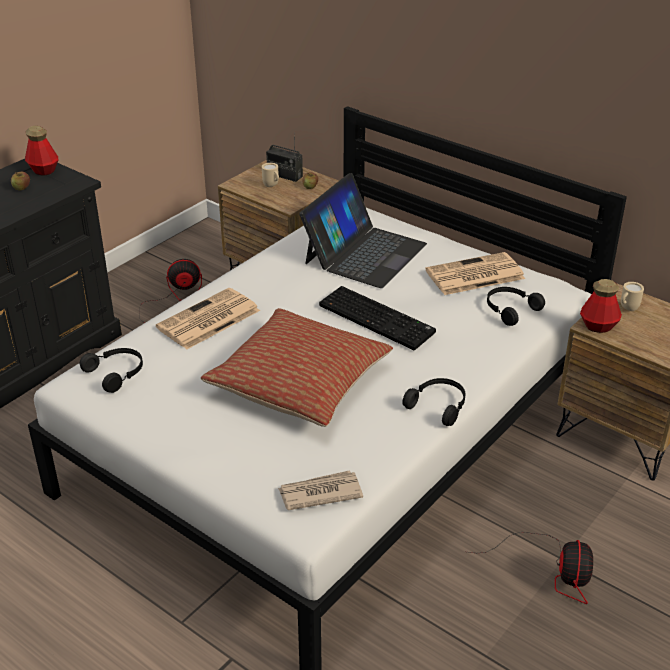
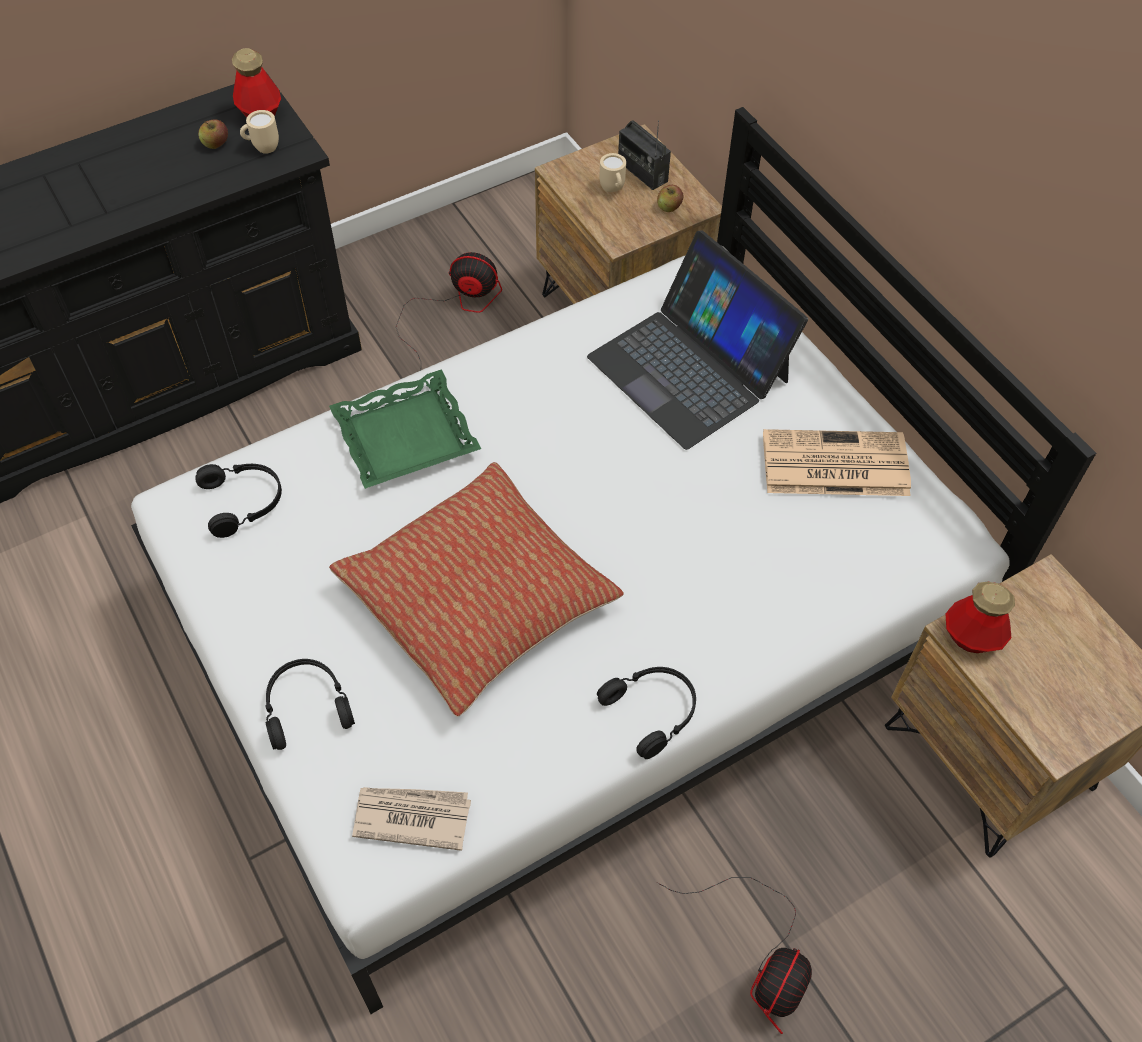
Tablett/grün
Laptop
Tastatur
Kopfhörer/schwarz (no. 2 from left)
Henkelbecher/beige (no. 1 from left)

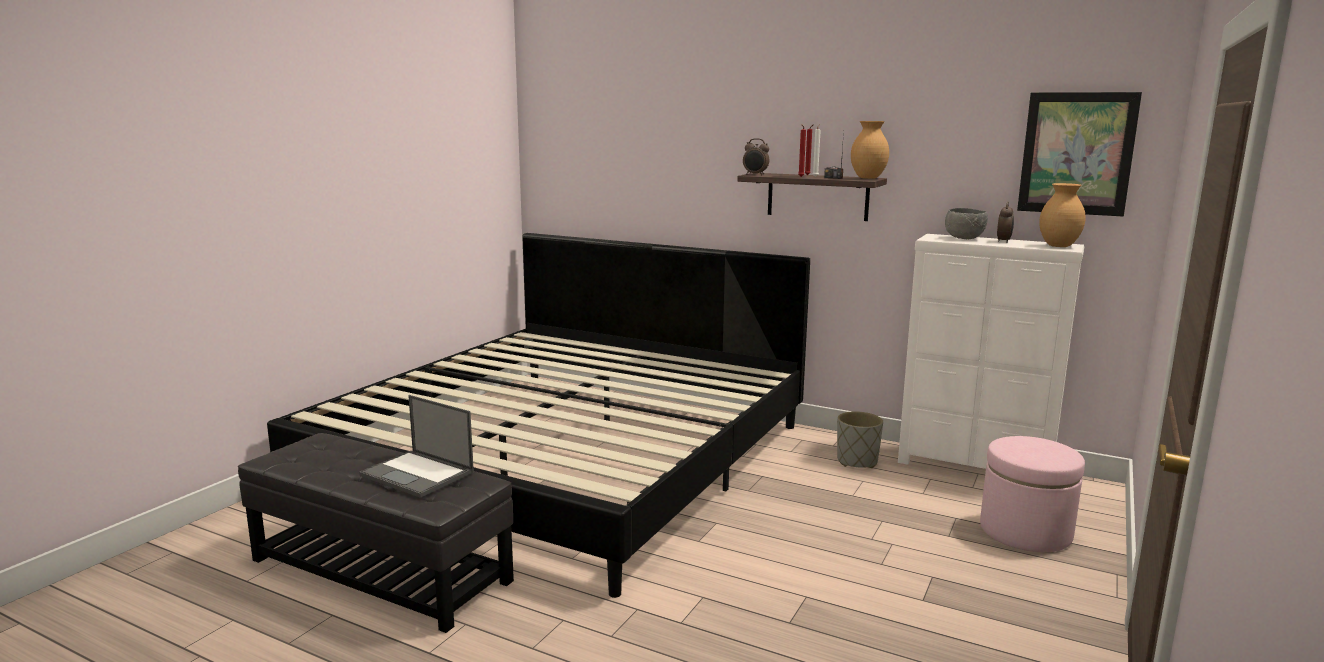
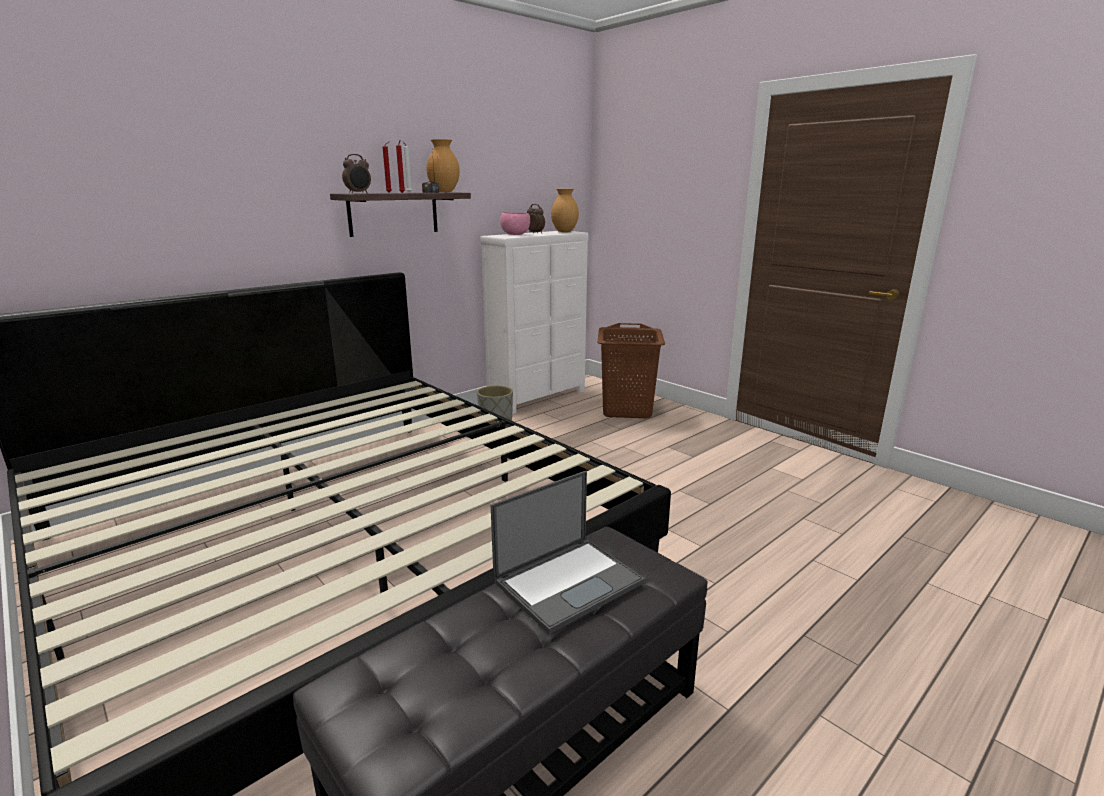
Schüssel/rosa
Wäschekorb/braun
Bild

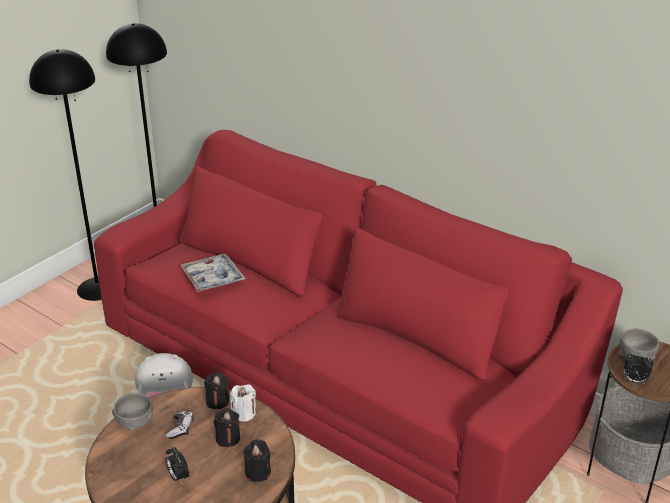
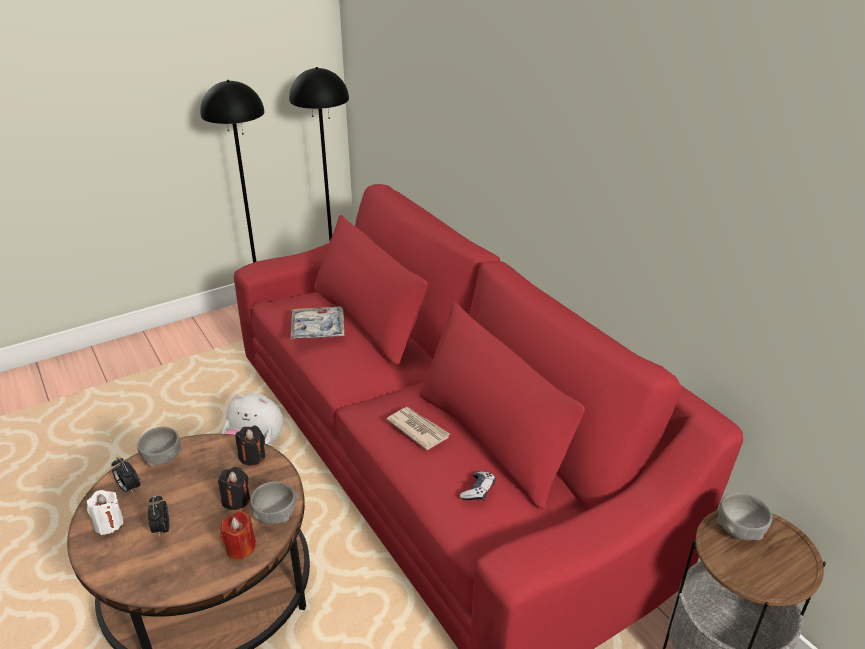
Gamepad
Kerze/weiß
Kerze/rot
Wecker (no. 1 from left)
Schüssel/grau (no. 2 from left)
Zeitung

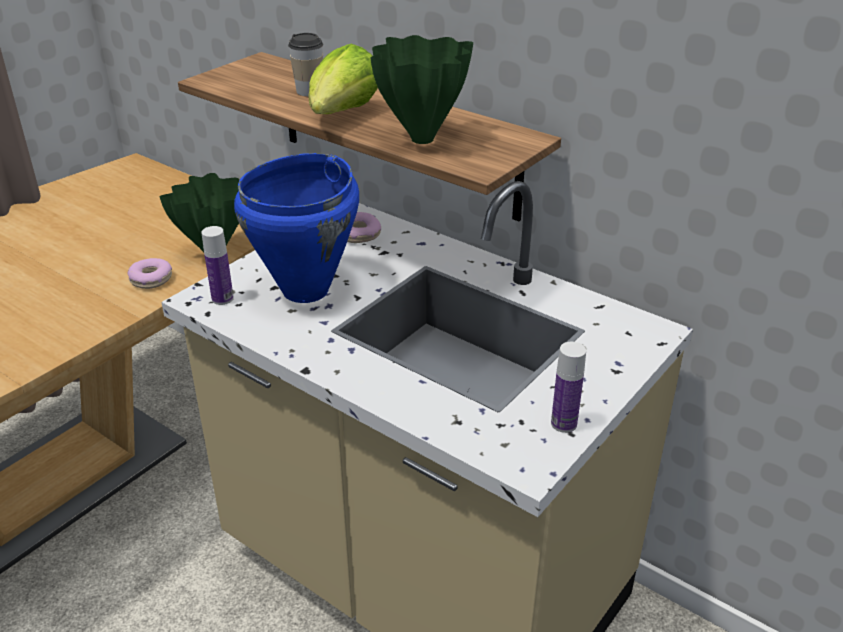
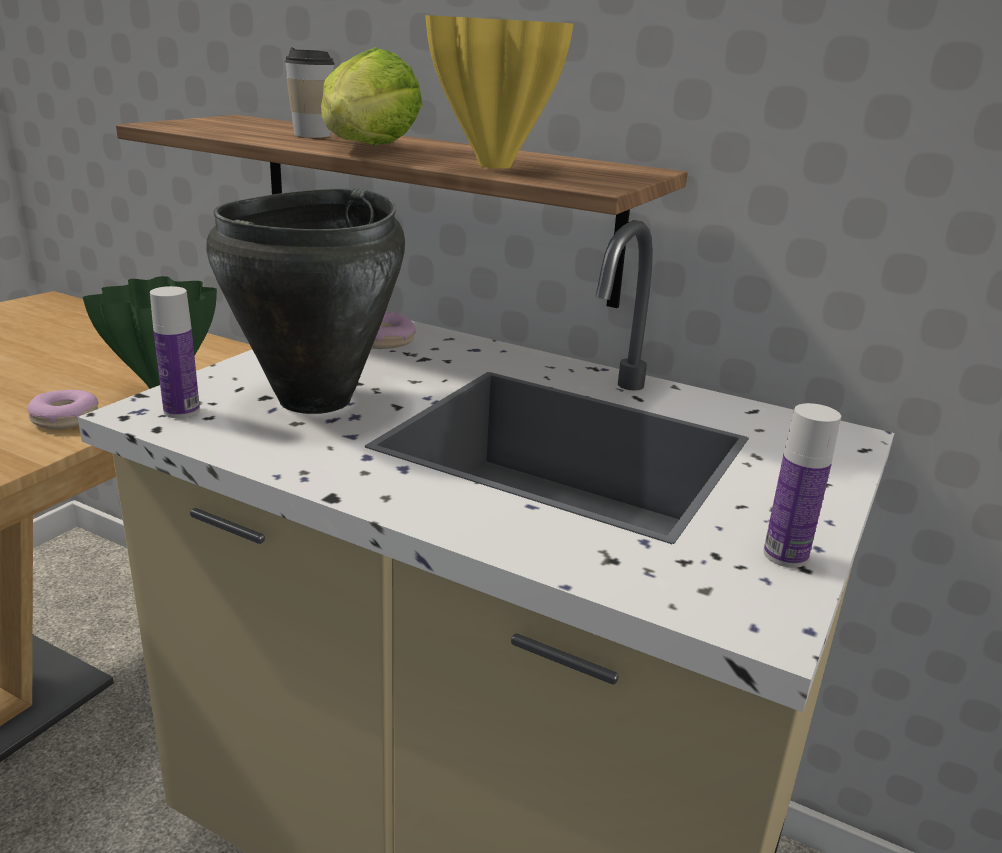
Kochtopf/schwarz
Vase/gelb

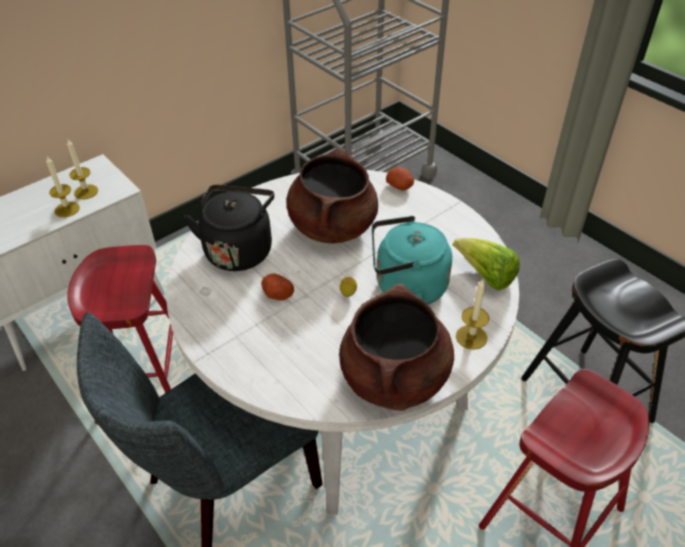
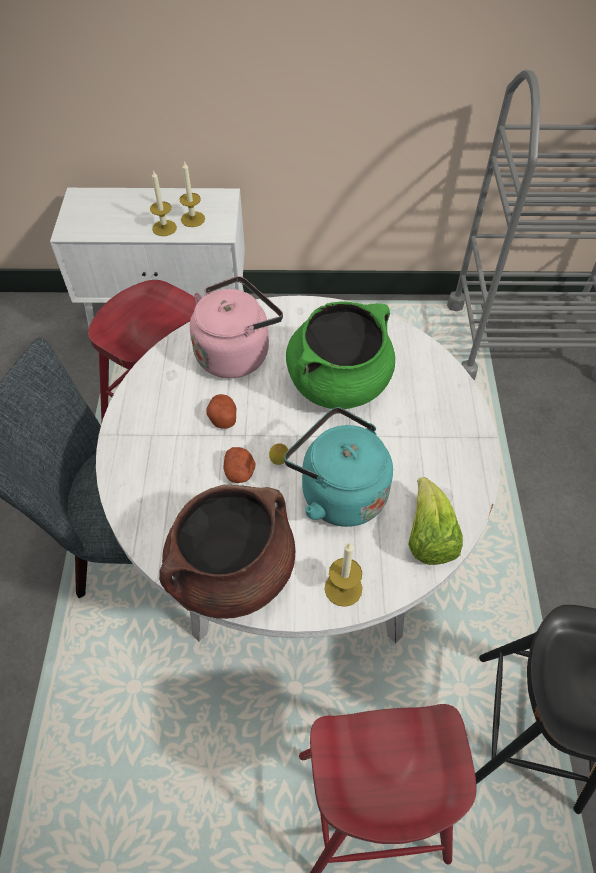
Wasserkessel/rosa
Kochtopf/grün
Kartoffel (no. 2 from left)

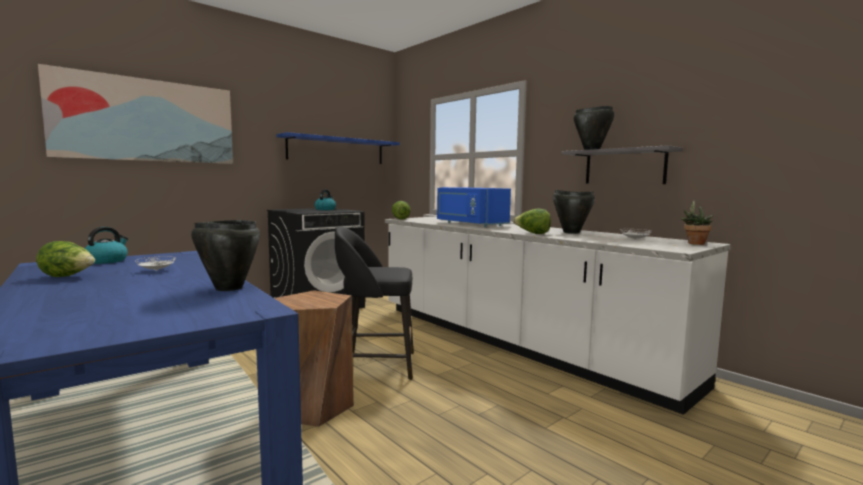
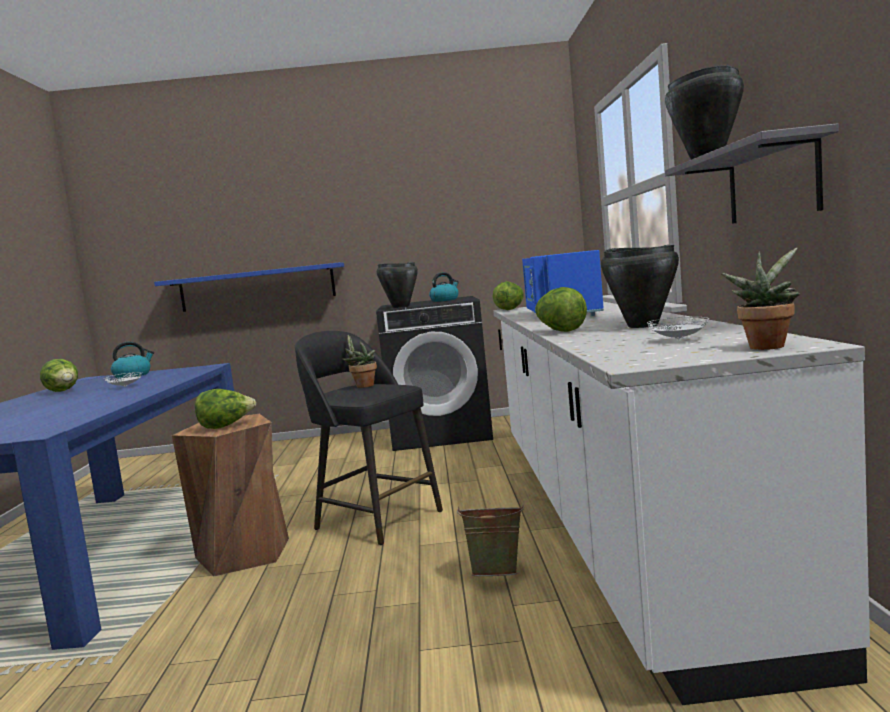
Bild
Kochtopf/schwarz (no. 1 from left)
Wandregal/blau
Salatkopf (no. 2 from left)
Topfpflanze (no. 1 from left)
Eimer/grün

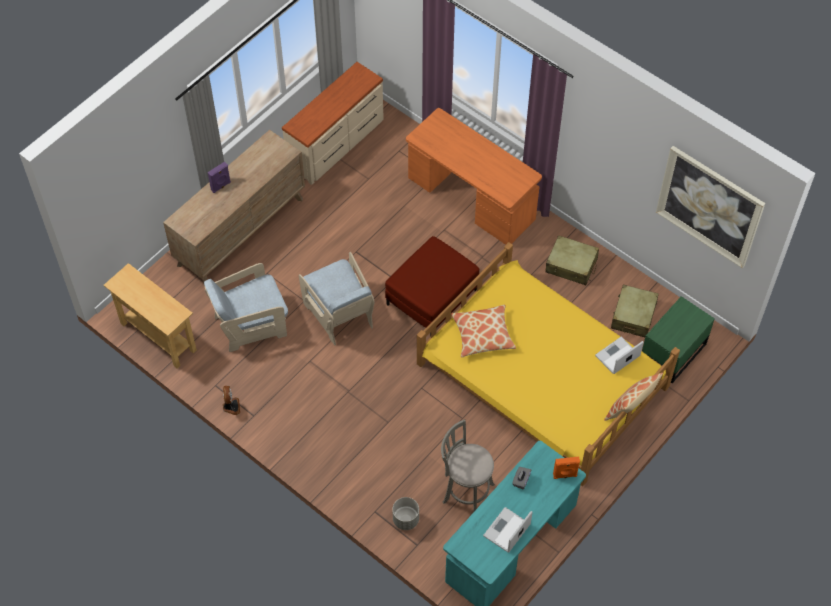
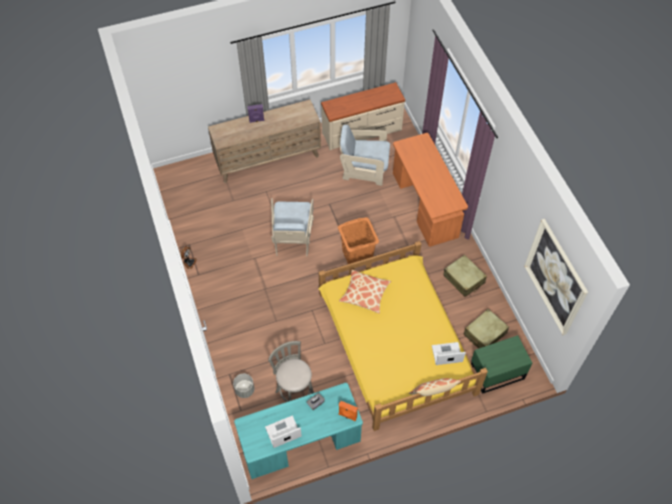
Konsolentisch/beige
Sessel/beige (no. 2 from left)
Wäschekorb/orange

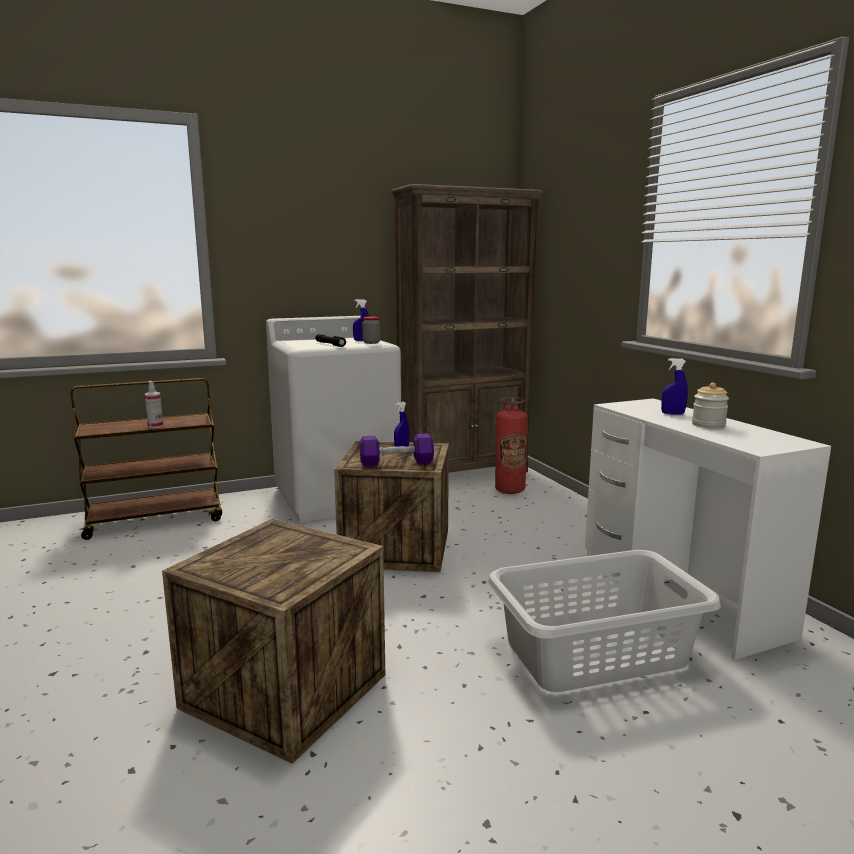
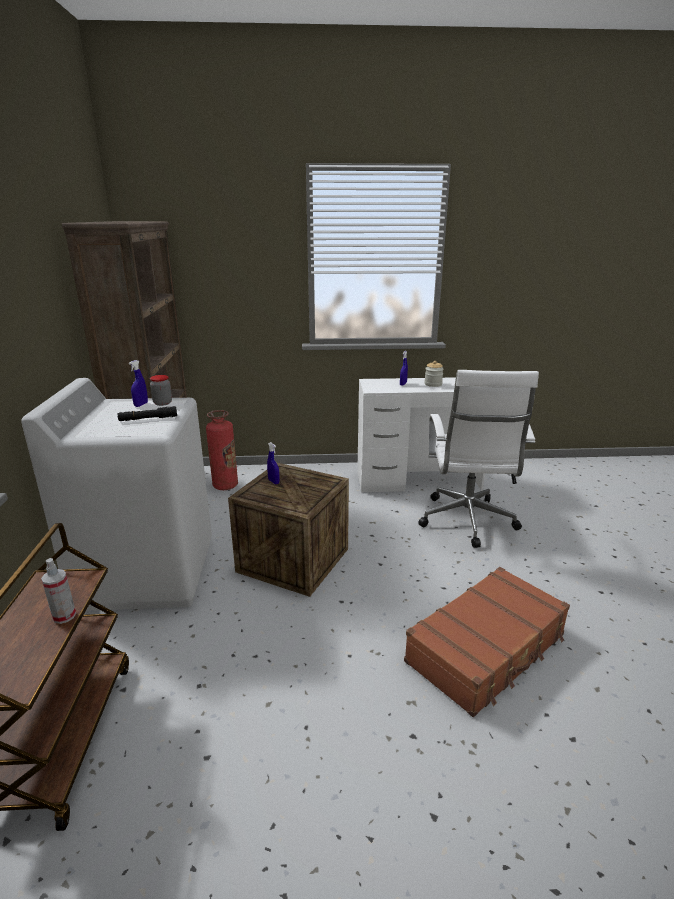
Koffer/braun
Hantel/lila
Bürostuhl/weiß

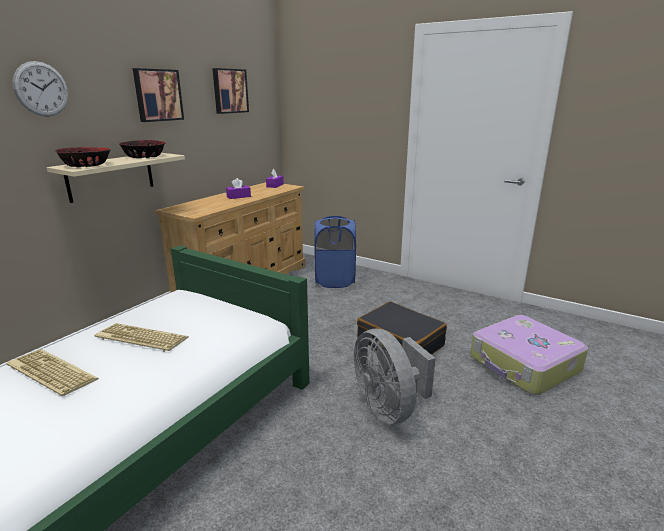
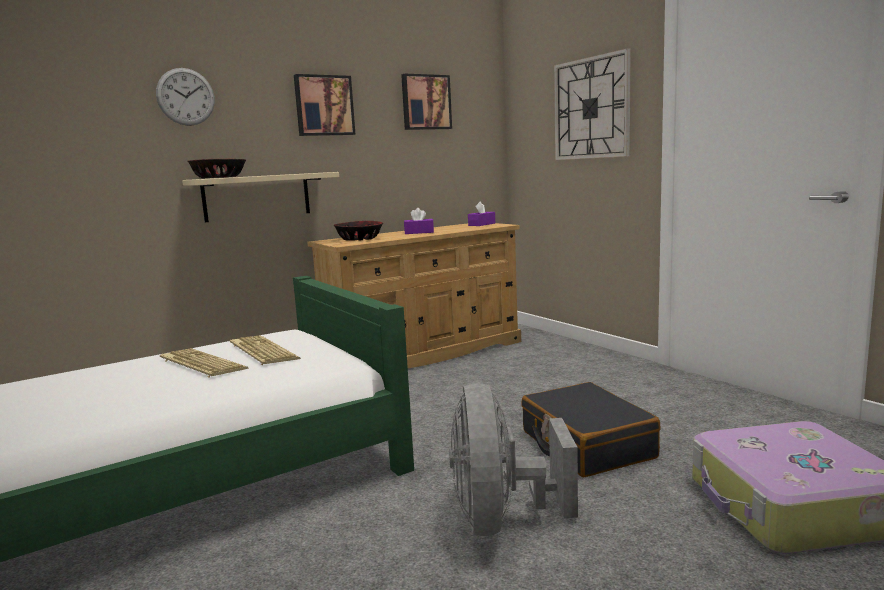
Tastatur (no. 2 from left)
Schüssel (no. 2 from left)
Wäschekorb/blau
Wanduhr (no. 2 from left)

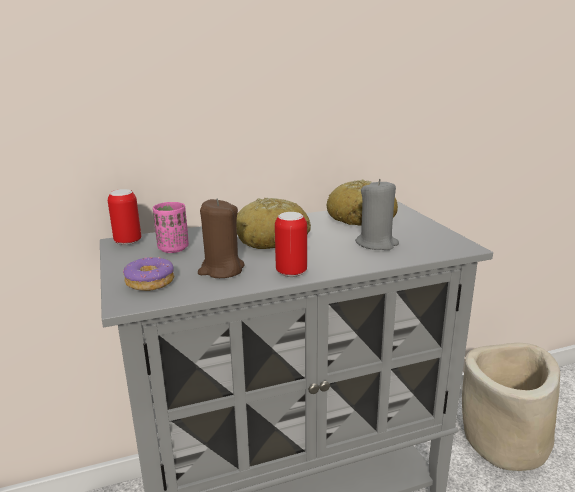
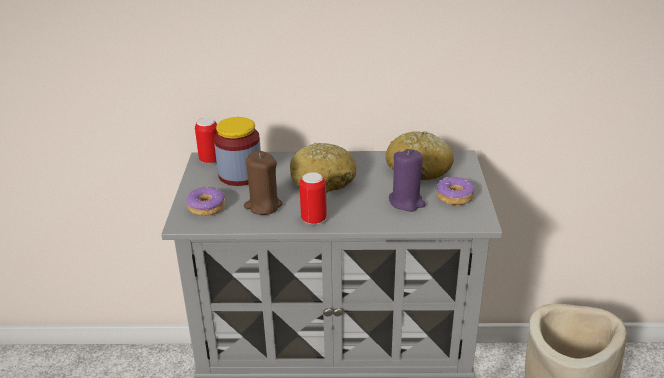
Vorratsglas
Kerze/lila
Donut (no. 2 from left)

